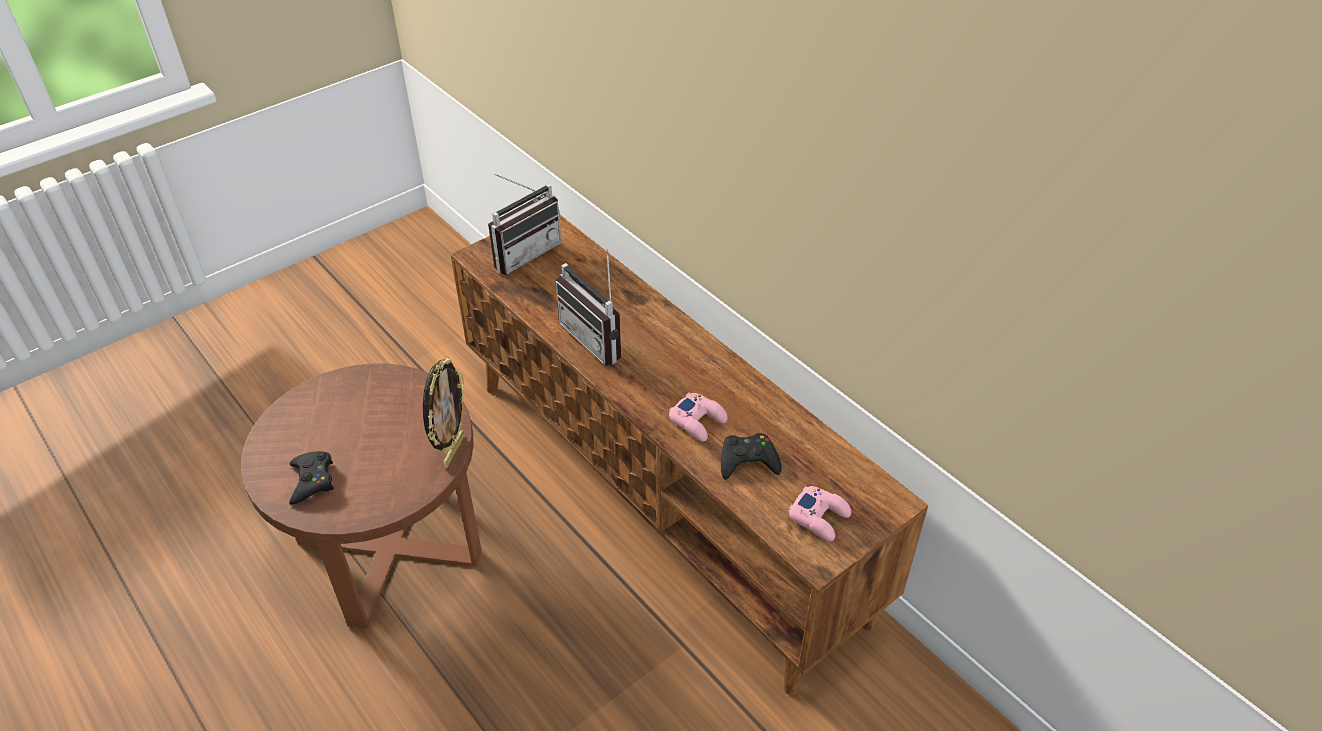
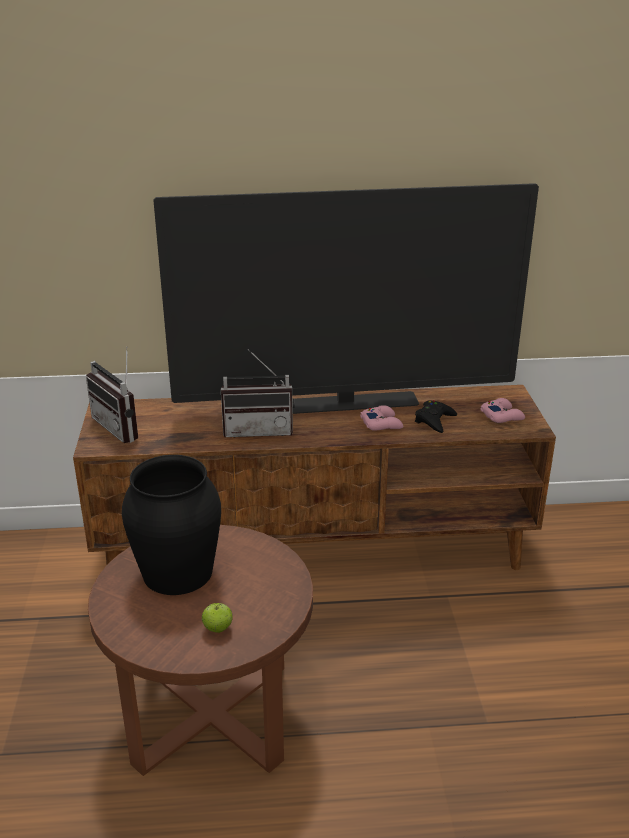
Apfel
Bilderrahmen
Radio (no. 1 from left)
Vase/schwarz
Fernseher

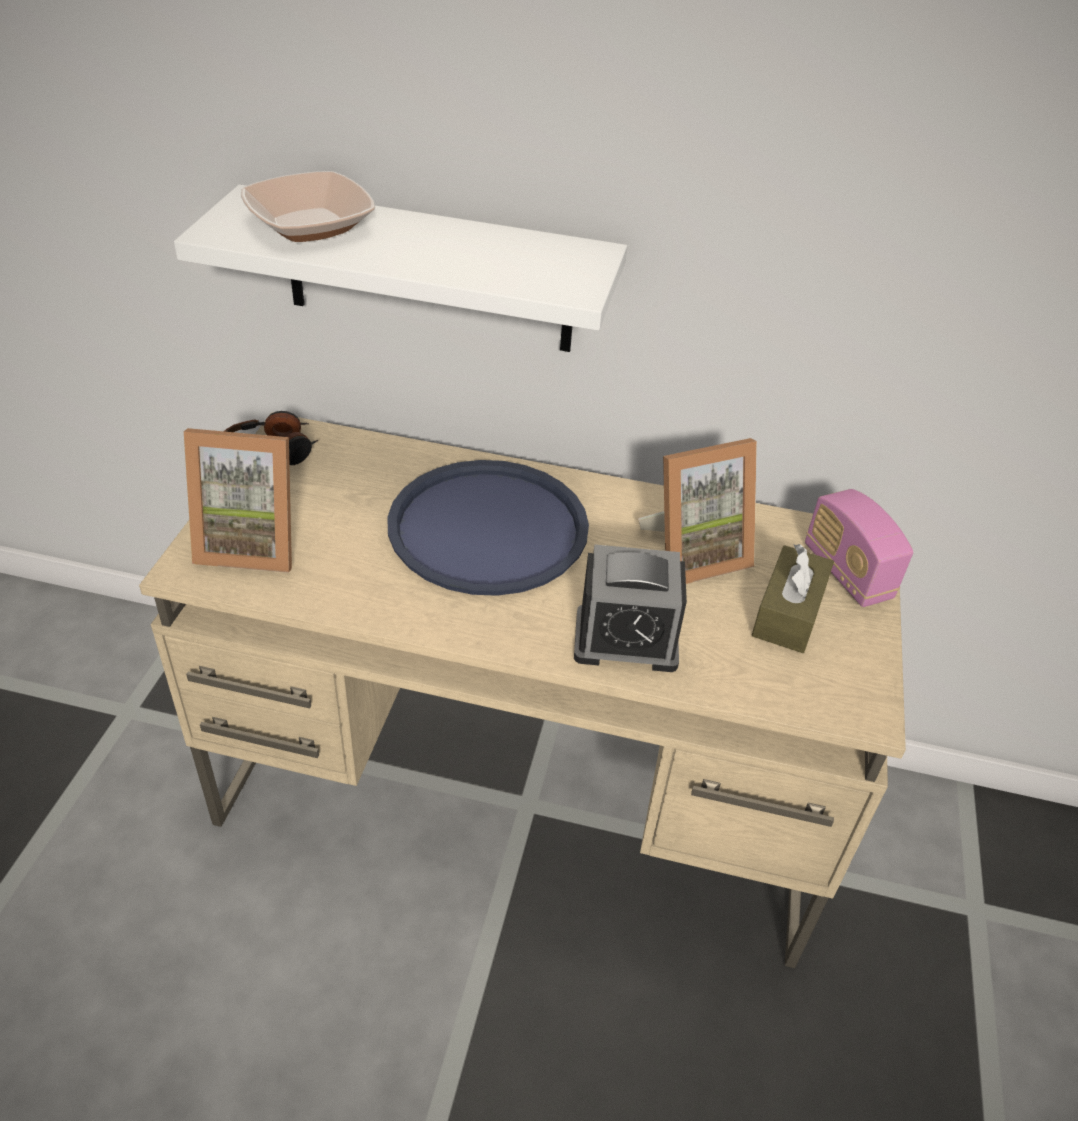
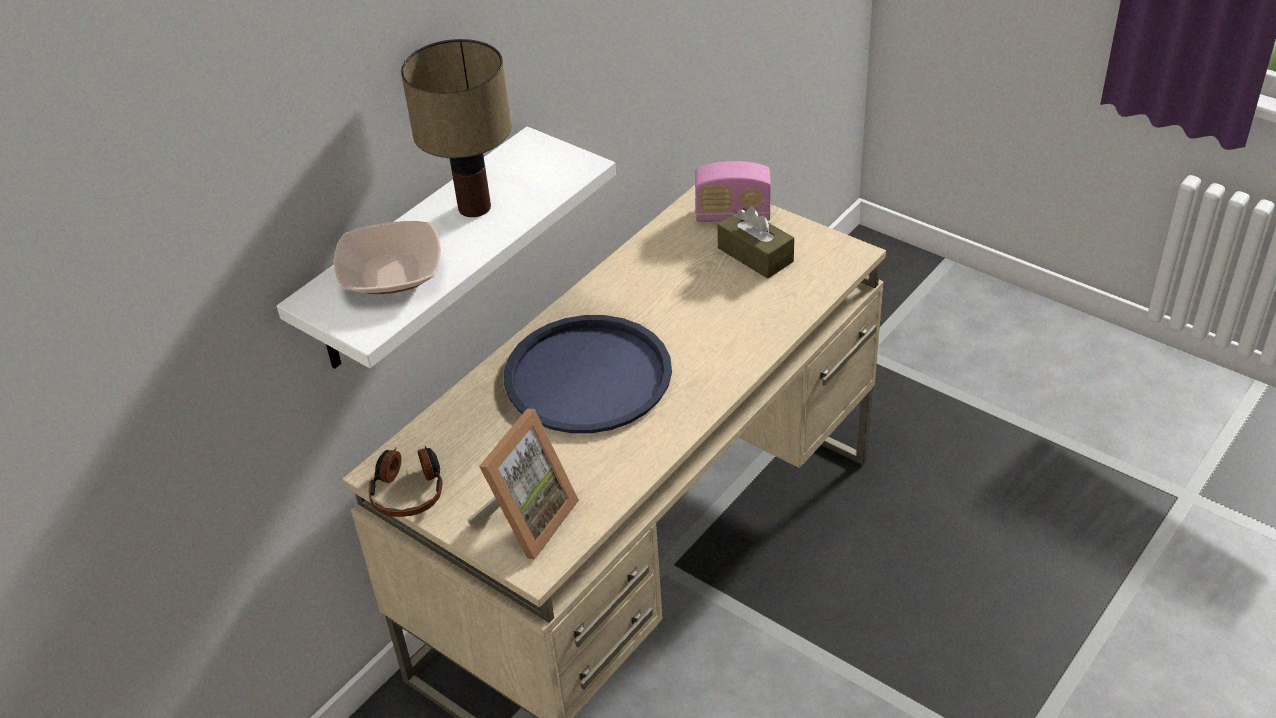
Wecker
Bilderrahmen (no. 2 from left in the first image)
Tischlampe

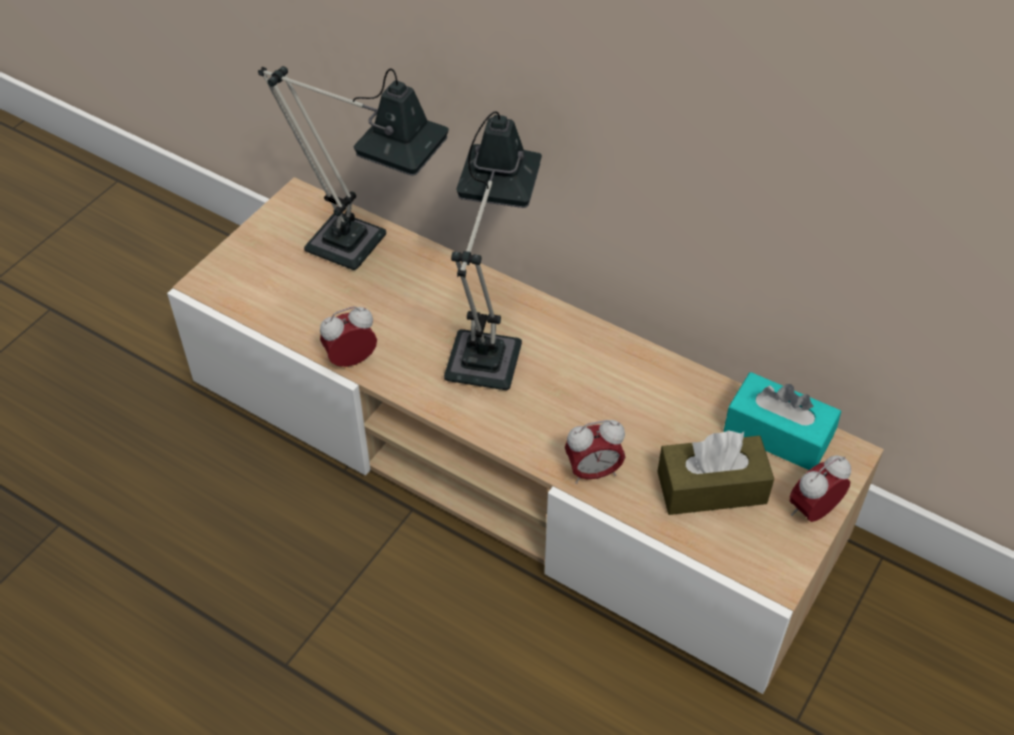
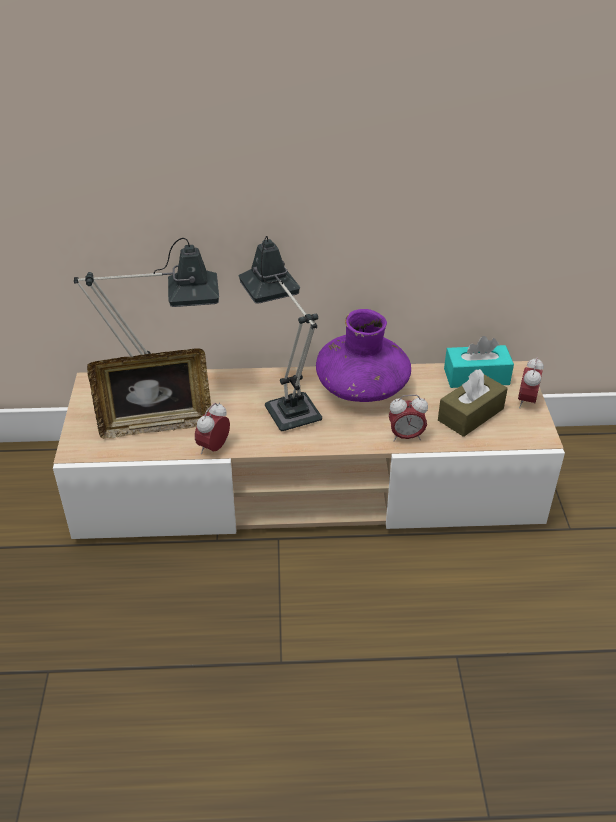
Wecker (no. 2 from left)
Bilderrahmen
Vase/lila

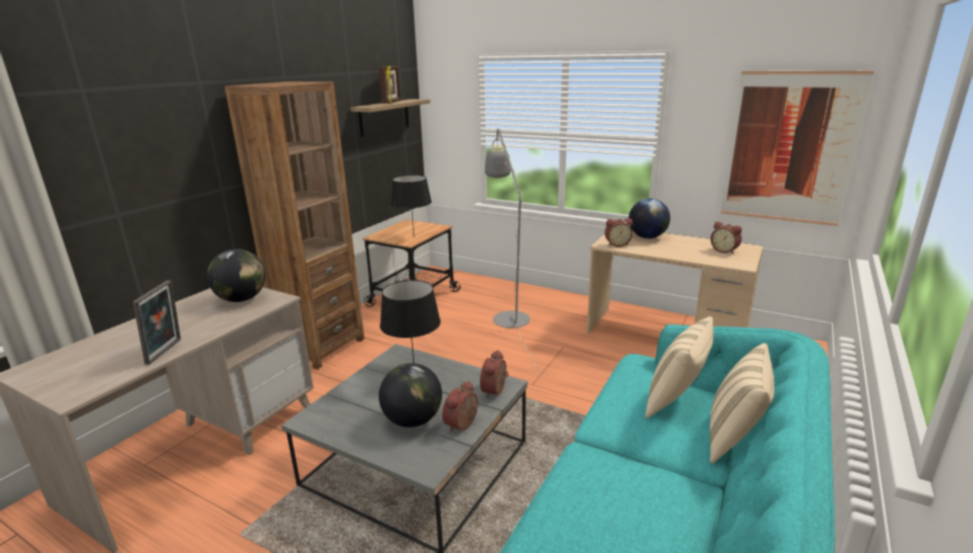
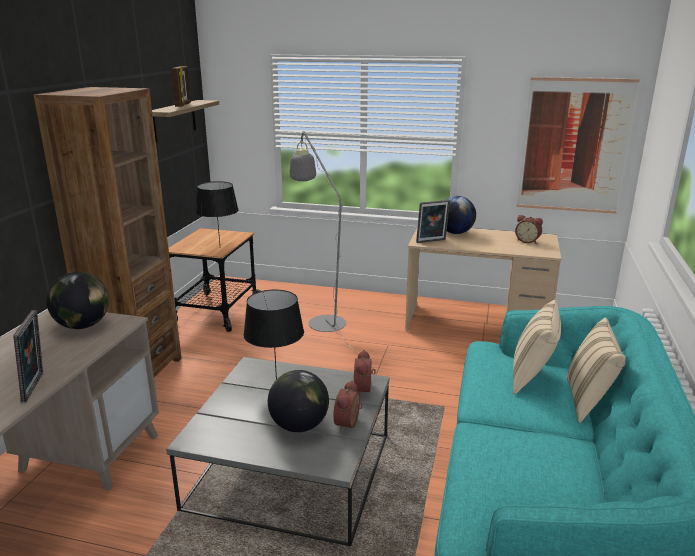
Bilderrahmen (no. 3 from left)

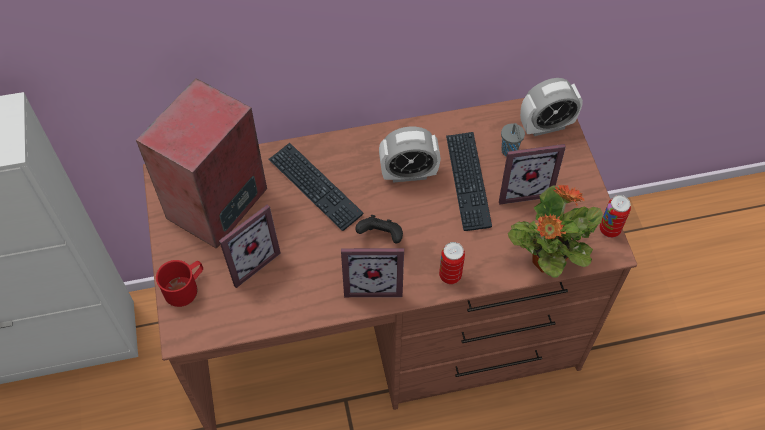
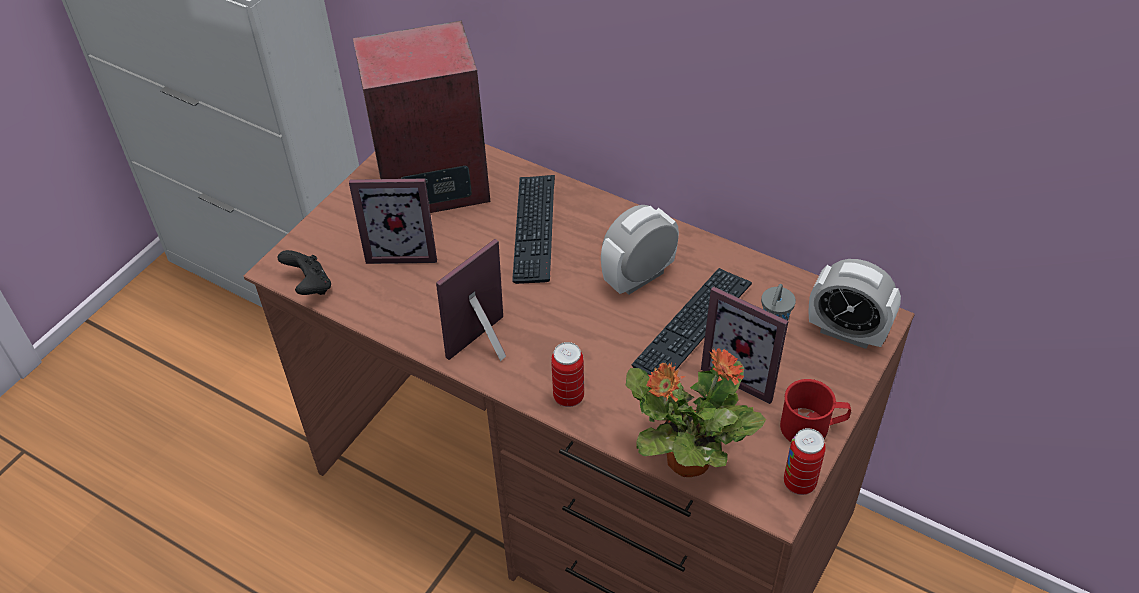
Henkelbecher/rot
Bilderrahmen (no. 2 from left)
Gamepad/schwarz
Wecker (no. 1 from left)

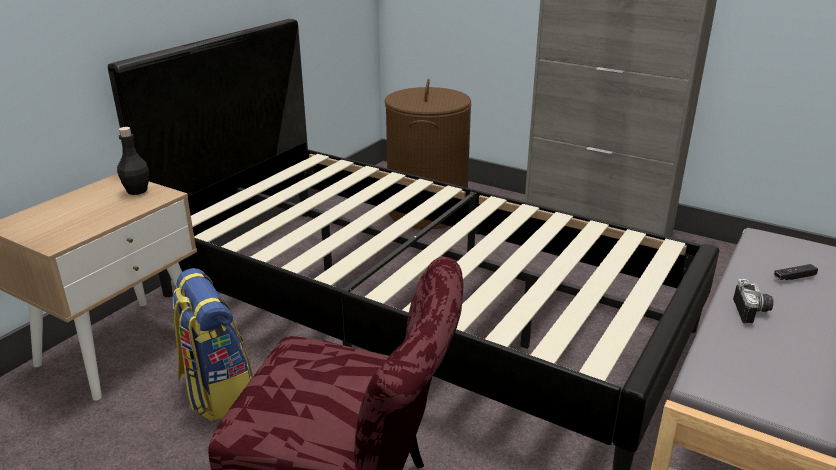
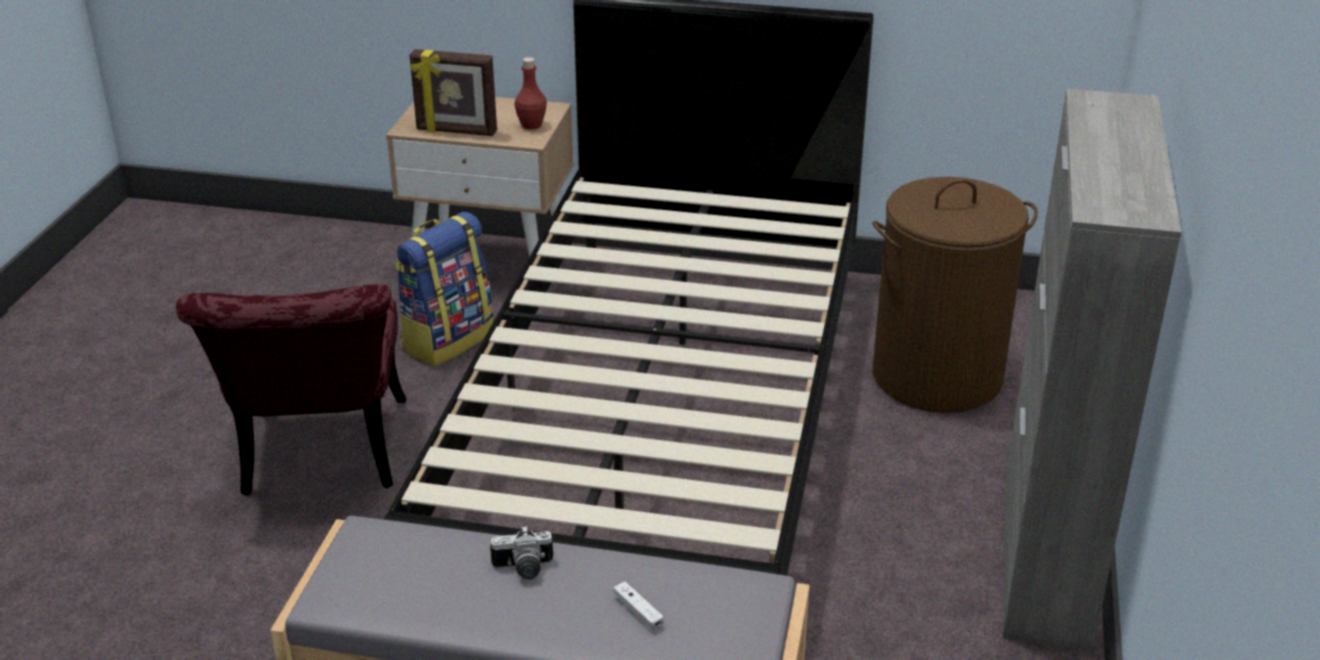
Flasche/rot
Gamepad/weiß
Bilderrahmen

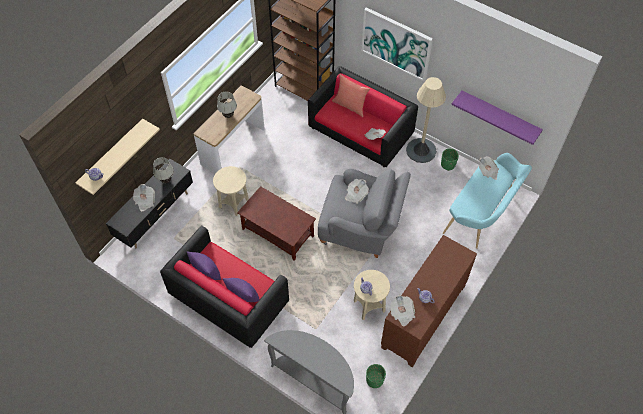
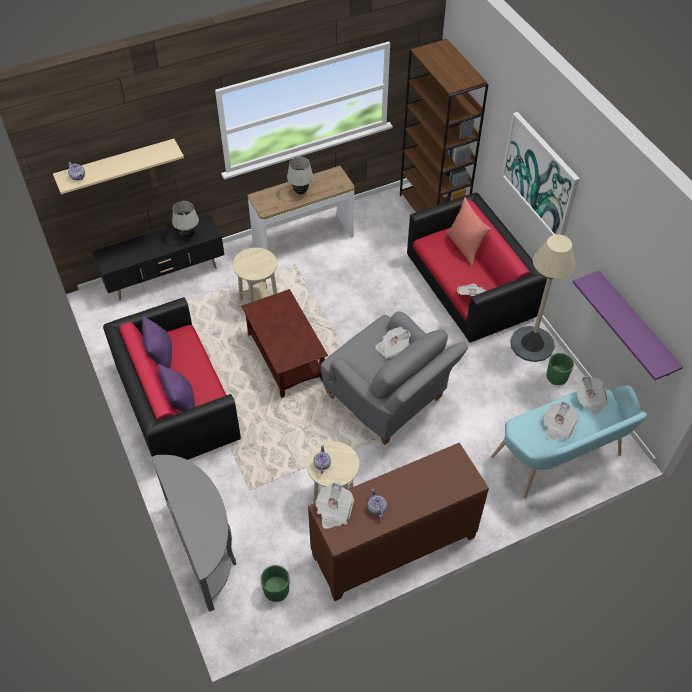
Zeitung (no. 4 from left)

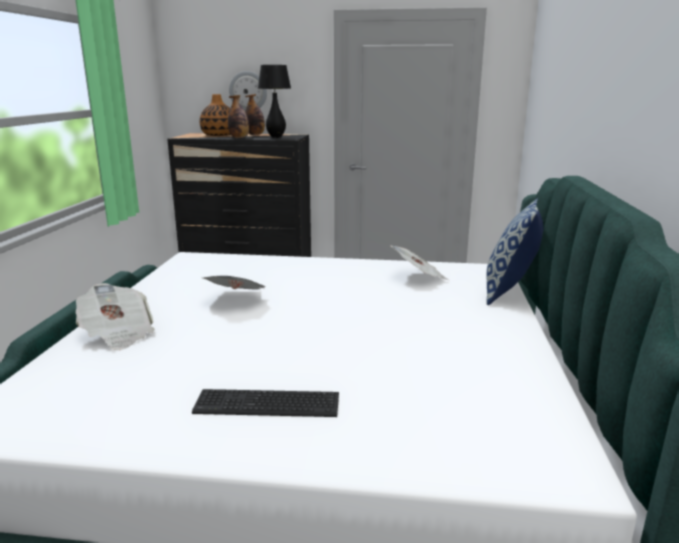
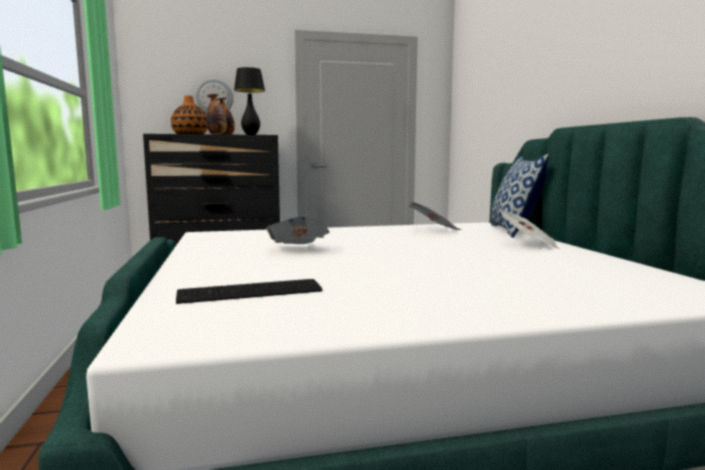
Zeitung (no. 3 from left)
Tastatur

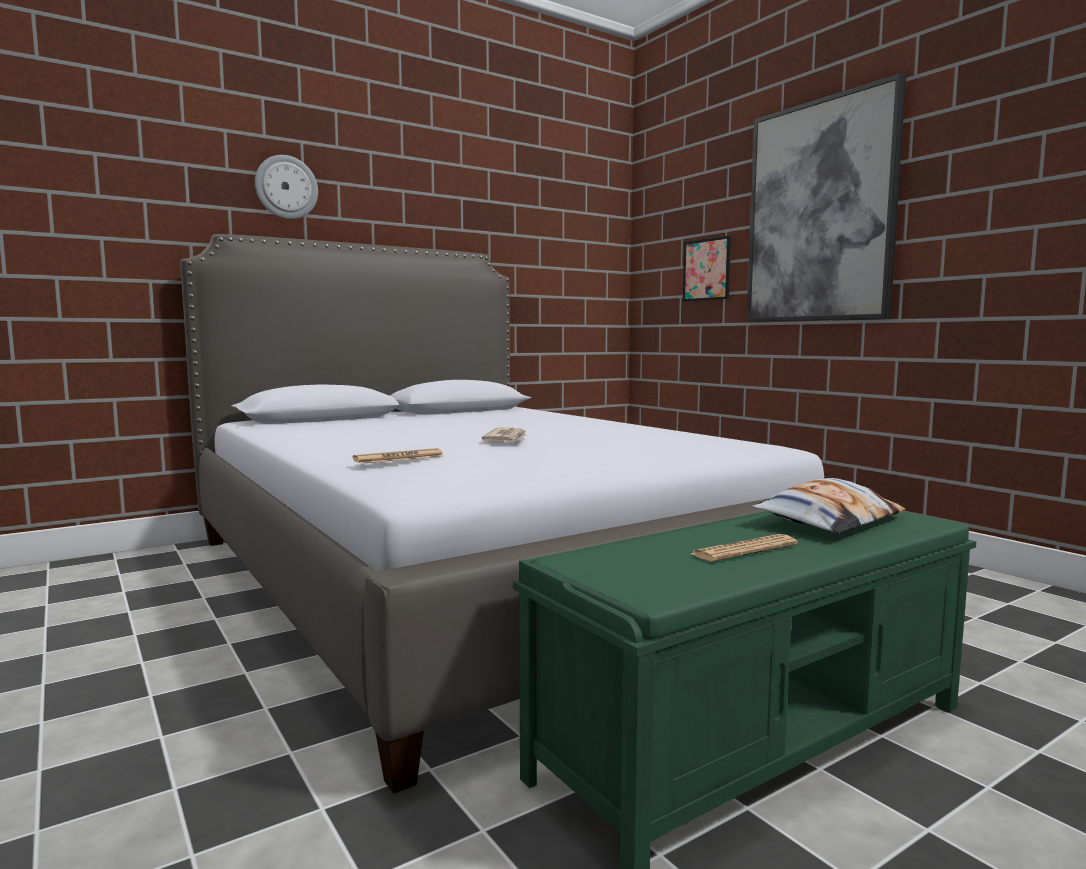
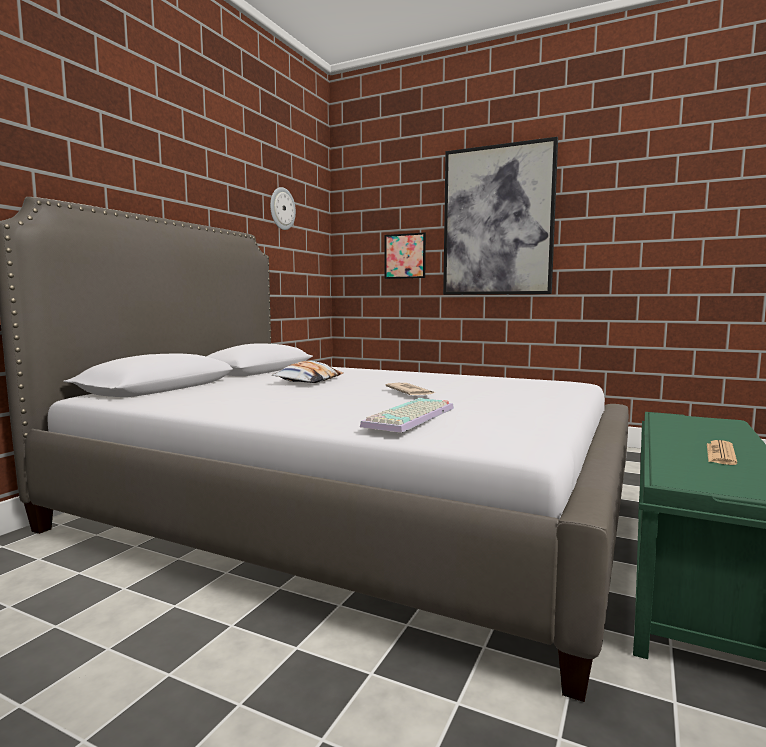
Wanduhr
Tastatur
Kissen

